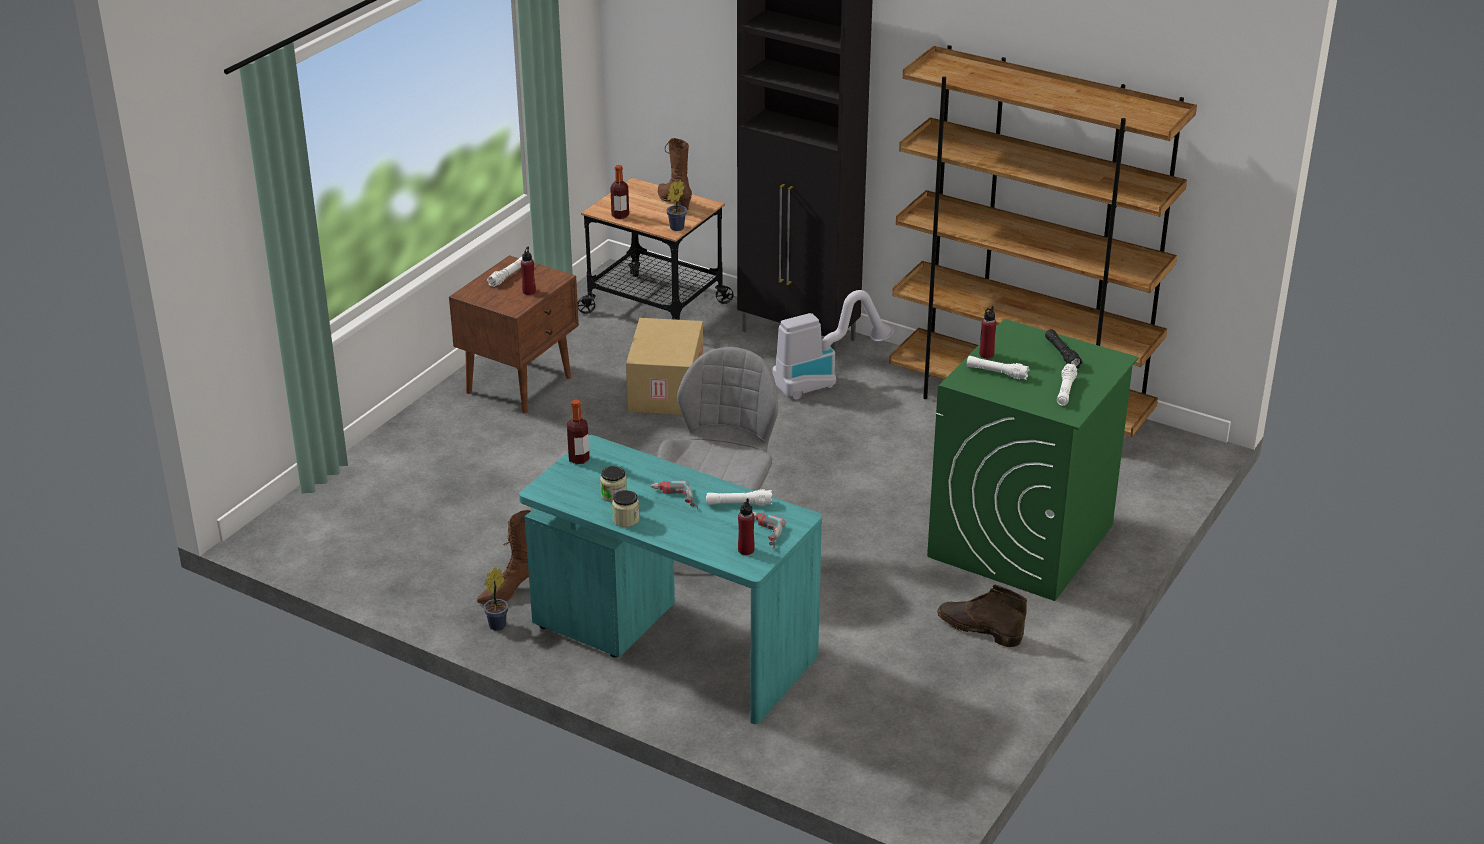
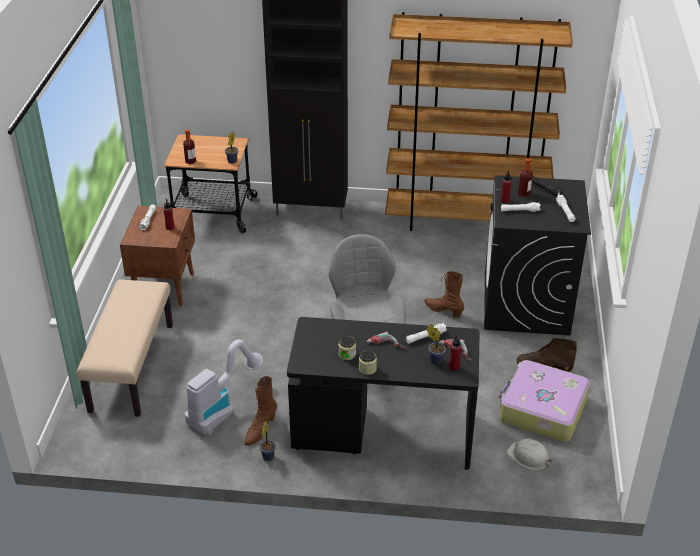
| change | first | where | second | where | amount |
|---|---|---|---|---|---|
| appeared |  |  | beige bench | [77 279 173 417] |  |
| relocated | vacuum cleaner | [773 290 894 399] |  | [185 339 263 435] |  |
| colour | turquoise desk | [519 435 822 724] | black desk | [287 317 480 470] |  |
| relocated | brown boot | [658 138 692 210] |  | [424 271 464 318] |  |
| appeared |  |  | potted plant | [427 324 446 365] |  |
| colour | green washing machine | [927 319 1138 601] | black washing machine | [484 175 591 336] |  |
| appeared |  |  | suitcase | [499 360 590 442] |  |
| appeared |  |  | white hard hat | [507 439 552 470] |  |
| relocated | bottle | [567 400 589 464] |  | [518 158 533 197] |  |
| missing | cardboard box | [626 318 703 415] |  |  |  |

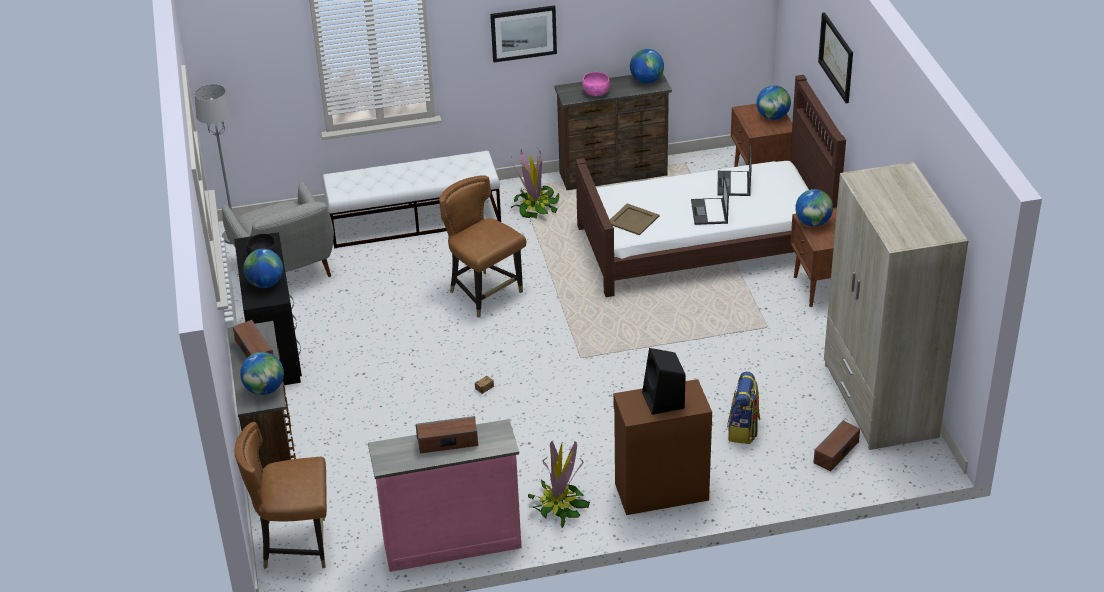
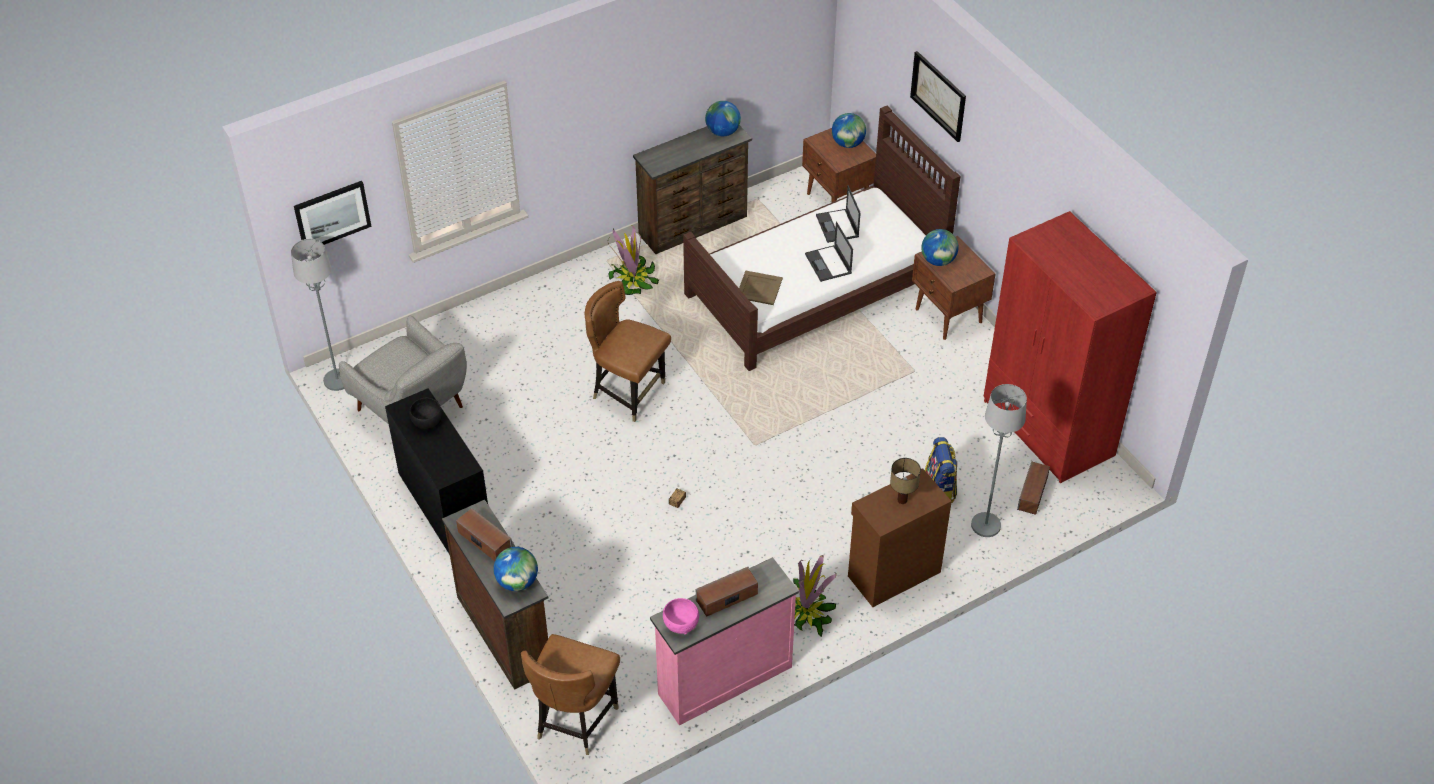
| change | first | where | second | where | amount |
|---|---|---|---|---|---|
| relocated | picture | [490 5 557 63] |  | [294 181 372 245] |  |
| spun | brown chair | [235 422 327 569] |  | [521 634 620 755] | 45 degrees counterclockwise |
| relocated | pink bowl | [582 72 610 96] |  | [663 598 699 634] |  |
| exchanged | black speaker | [642 348 686 415] | table lamp | [890 458 921 504] |  |
| appeared |  |  | grey floor lamp | [971 384 1027 537] |  |
| colour | beige wardrobe | [824 162 968 450] | red wardrobe | [983 211 1157 483] |  |
| missing | globe | [243 249 283 288] |  |  |  |
| missing | white bench | [322 151 501 249] |  |  |  |

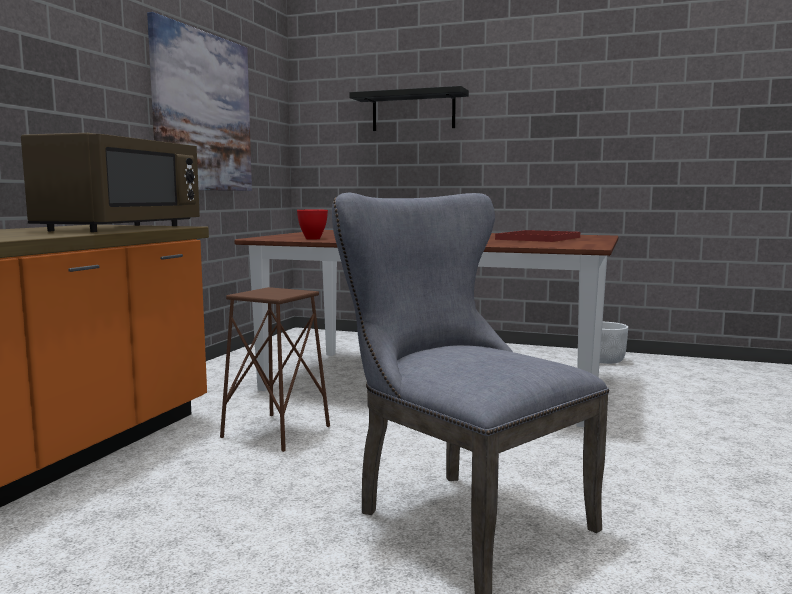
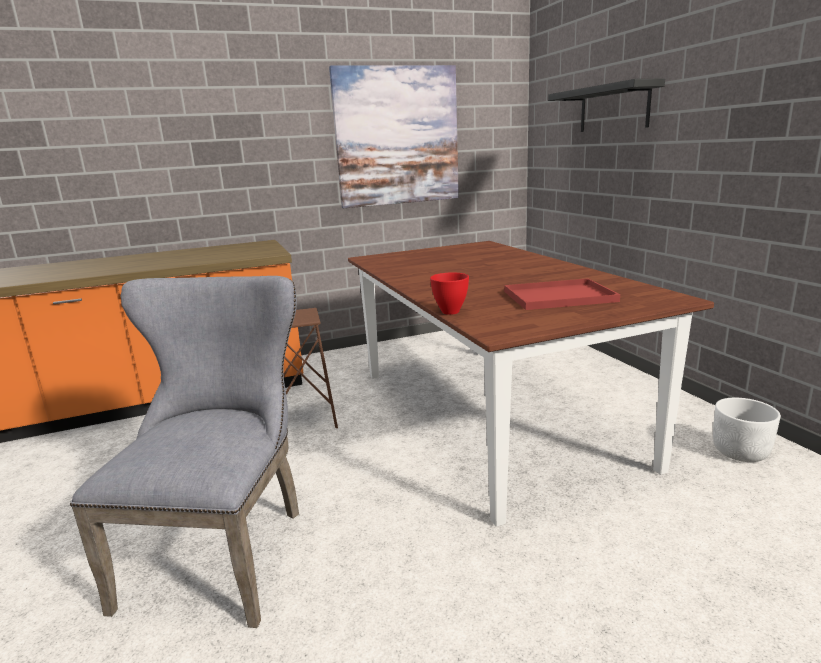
| change | first | where | second | where | amount |
|---|---|---|---|---|---|
| relocated | red bowl | [297 210 328 240] |  | [430 272 469 315] |  |
| missing | brown microwave | [21 133 200 232] |  |  |  |

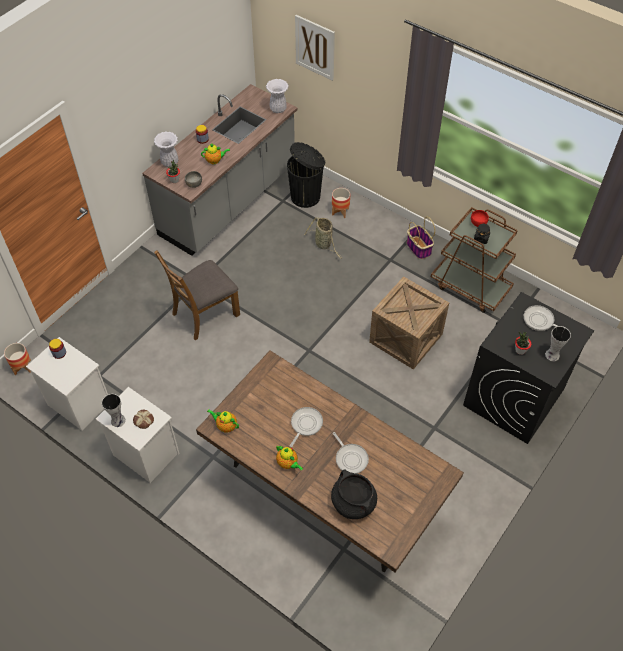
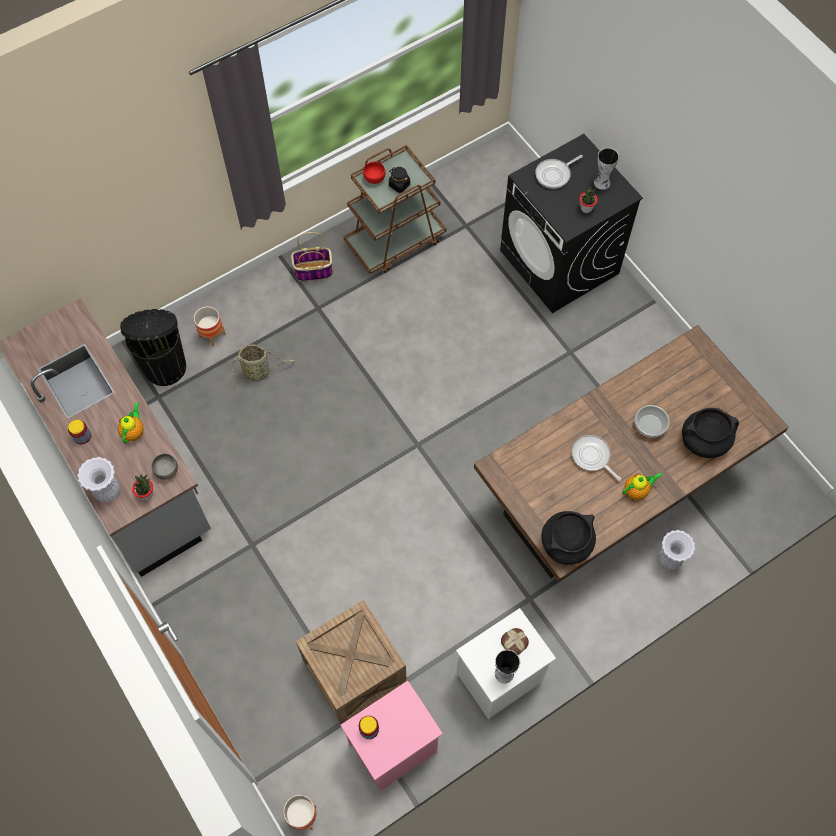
| change | first | where | second | where | amount |
|---|---|---|---|---|---|
| relocated | crate | [369 277 449 369] |  | [296 600 407 724] |  |
| colour | white nightstand | [26 337 108 431] | pink nightstand | [341 680 443 791] |  |
| exchanged | teapot | [207 409 239 432] | black cooking pot | [542 511 596 565] |  |
| exchanged | frying pan | [332 432 369 474] | bowl | [635 405 670 438] |  |
| relocated | white vase | [266 79 289 113] |  | [658 530 695 570] |  |
| missing | brown chair | [154 250 240 340] |  |  |  |
| missing | picture | [295 15 335 81] |  |  |  |

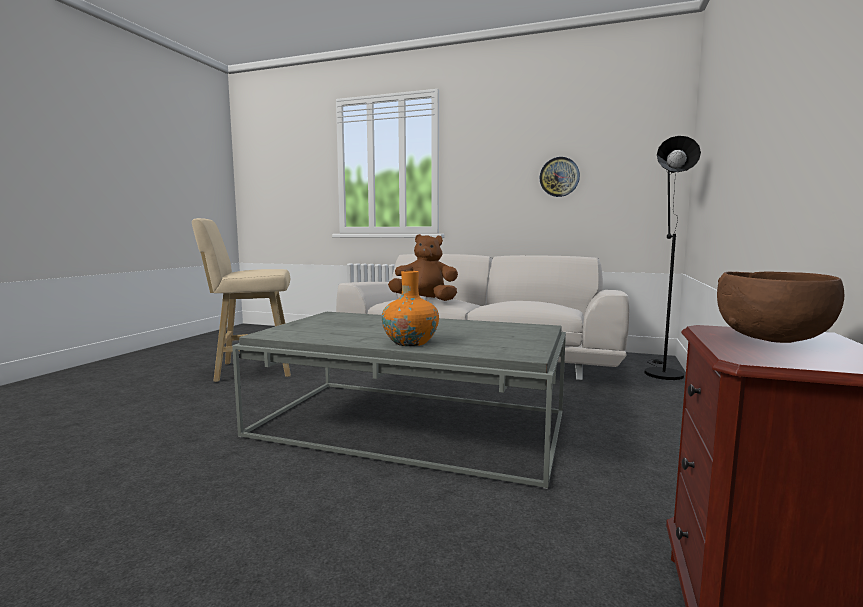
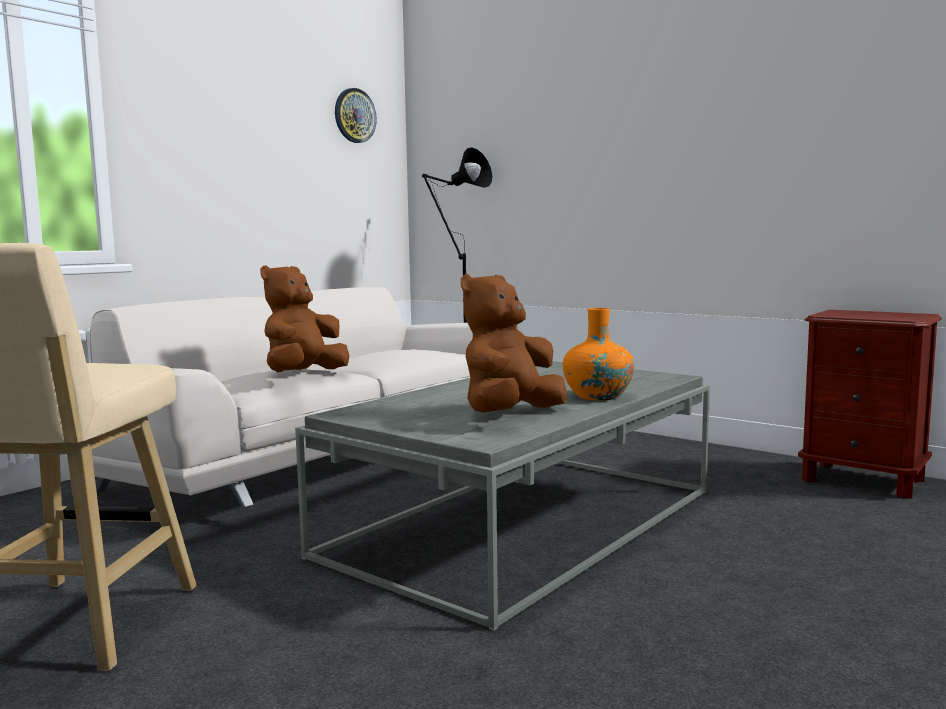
| change | first | where | second | where | amount |
|---|---|---|---|---|---|
| relocated | wall clock | [540 157 580 197] |  | [335 88 377 143] |  |
| appeared |  |  | brown plush toy | [461 274 567 413] |  |
| missing | brown bowl | [717 271 844 343] |  |  |  |

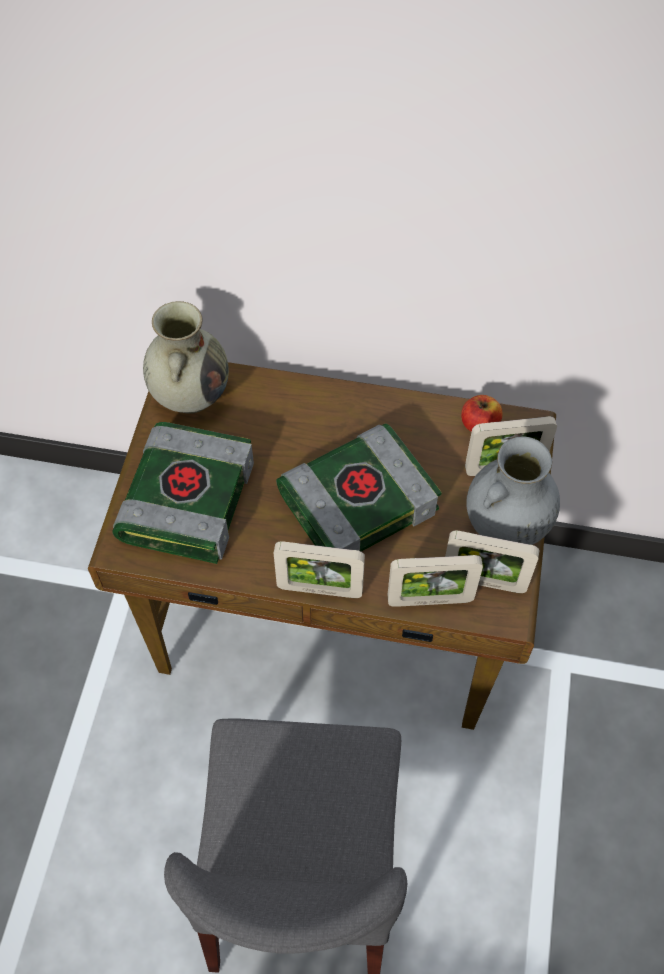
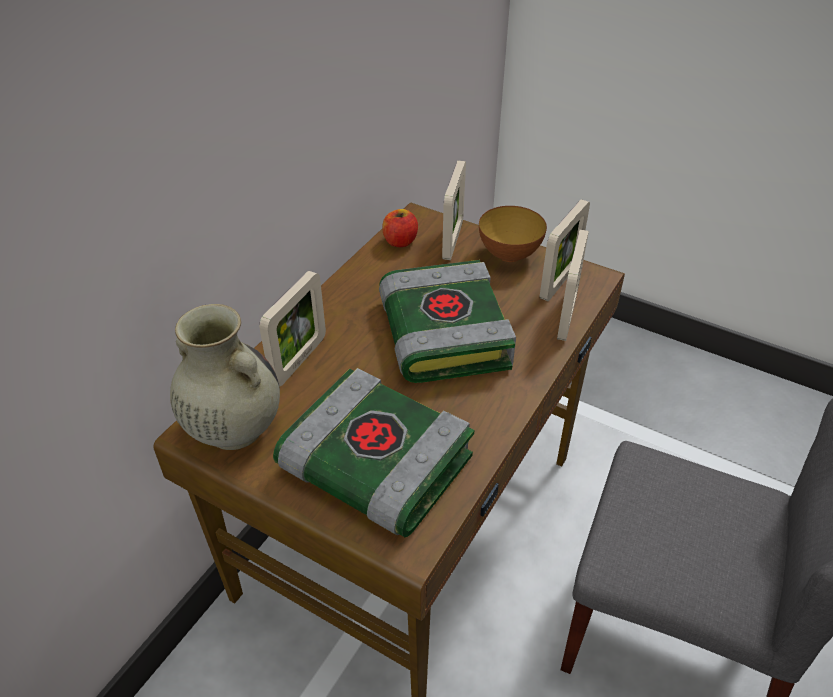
| change | first | where | second | where | amount |
|---|---|---|---|---|---|
| relocated | picture frame | [274 541 365 598] |  | [259 271 326 386] |  |
| exchanged | grey vase | [466 437 560 545] | bowl | [479 206 547 262] |  |

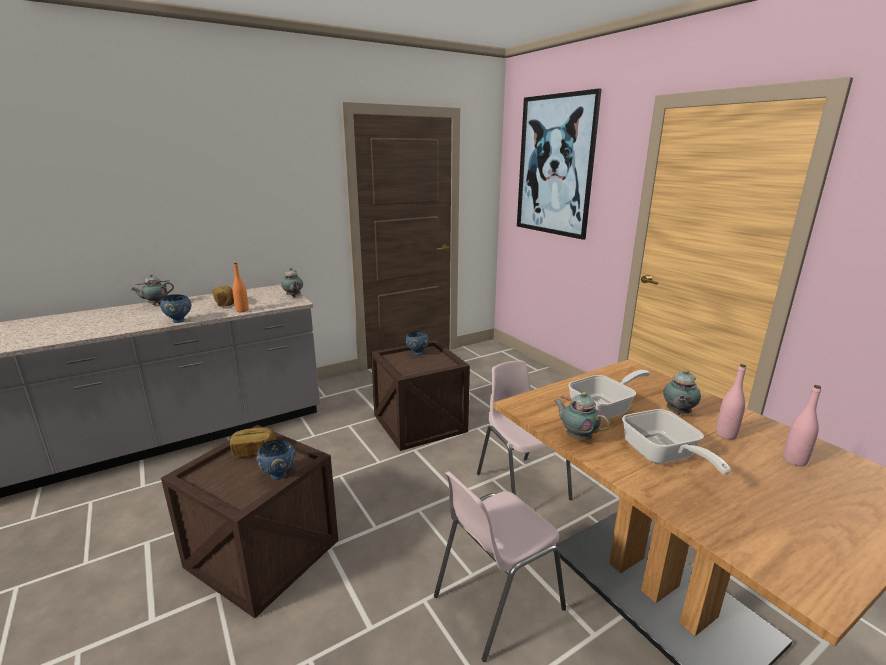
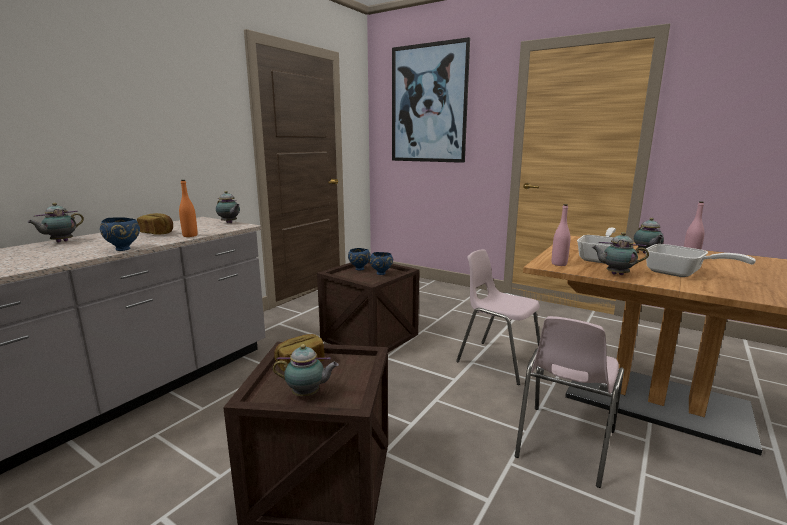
| change | first | where | second | where | amount |
|---|---|---|---|---|---|
| appeared |  |  | teapot | [273 344 339 397] |  |
| relocated | blue bowl | [256 440 296 480] |  | [370 252 393 275] |  |
| relocated | pink bottle | [783 385 821 467] |  | [552 204 570 266] |  |

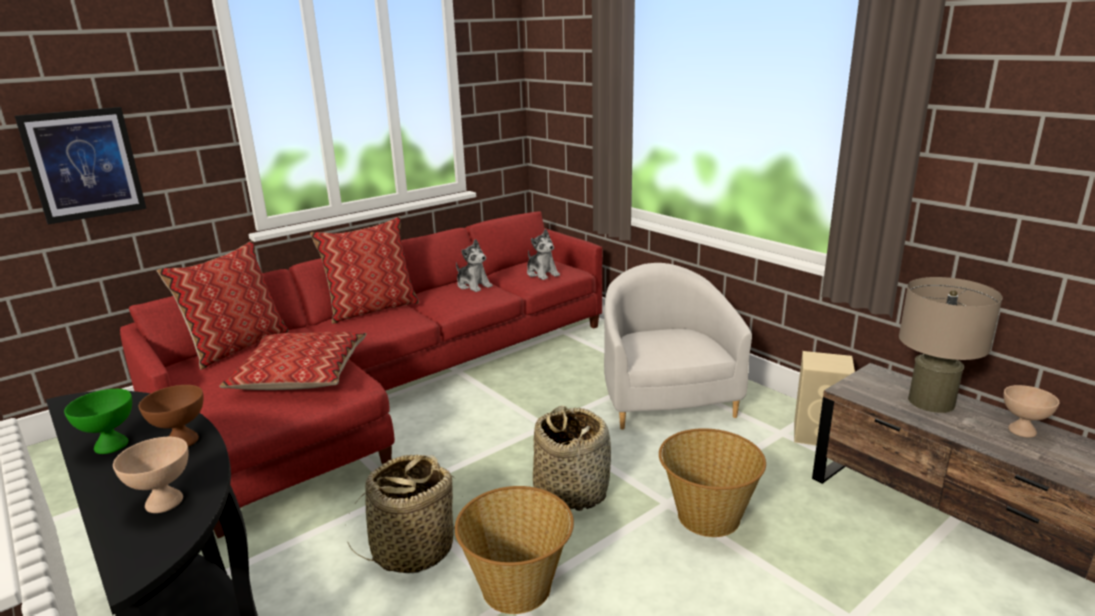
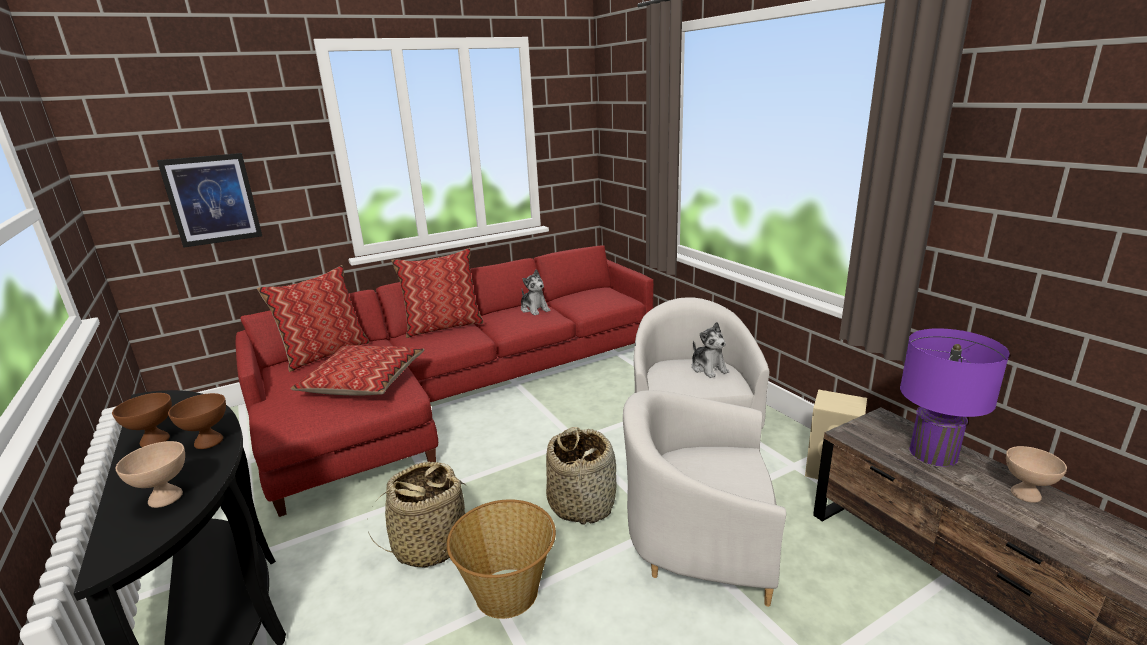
| change | first | where | second | where | amount |
|---|---|---|---|---|---|
| colour | green bowl | [64 389 132 454] | brown bowl | [112 393 172 447] |  |
| exchanged | basket | [659 428 766 537] | white armchair | [623 390 786 607] |  |
| relocated | plush toy | [527 229 560 280] |  | [692 322 729 378] |  |
| colour | beige table lamp | [899 277 1003 413] | purple table lamp | [900 328 1009 467] |  |

